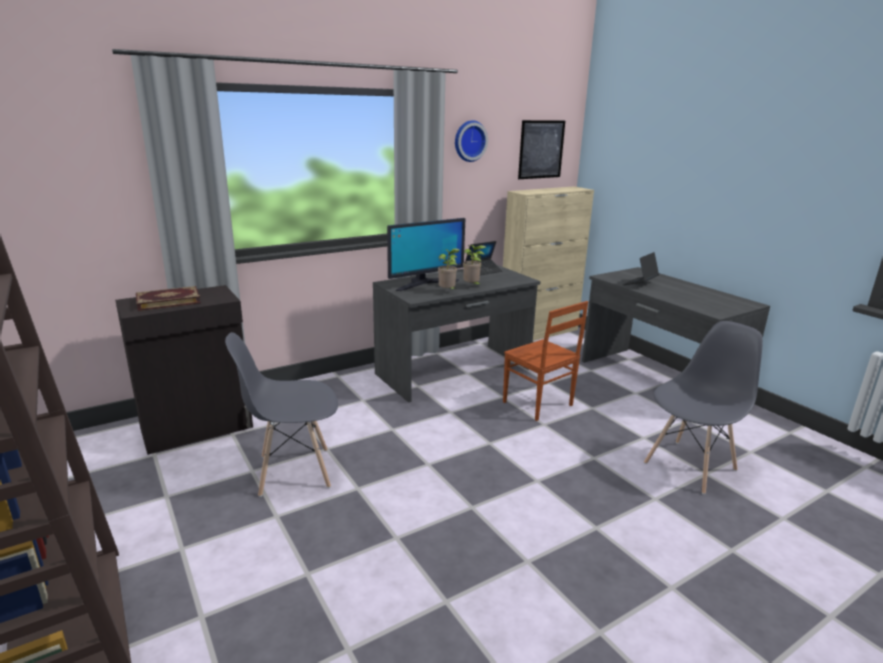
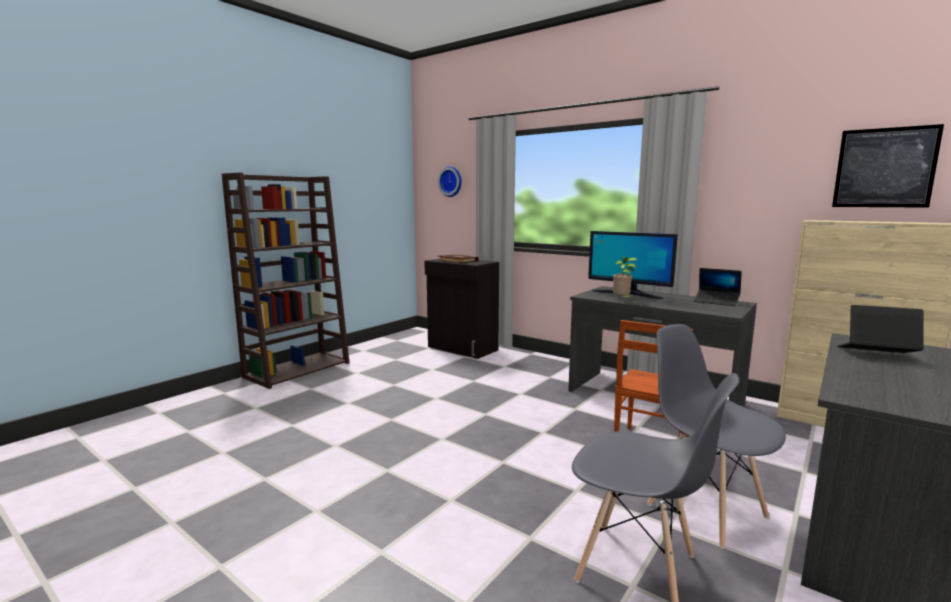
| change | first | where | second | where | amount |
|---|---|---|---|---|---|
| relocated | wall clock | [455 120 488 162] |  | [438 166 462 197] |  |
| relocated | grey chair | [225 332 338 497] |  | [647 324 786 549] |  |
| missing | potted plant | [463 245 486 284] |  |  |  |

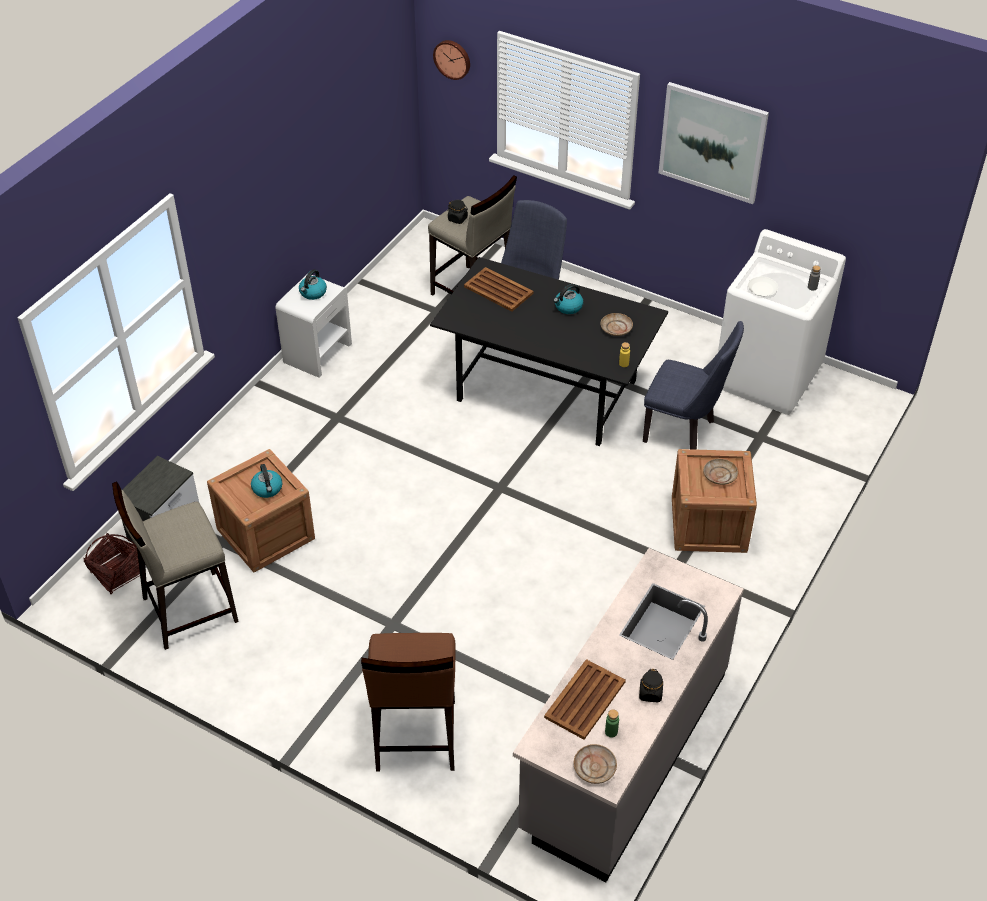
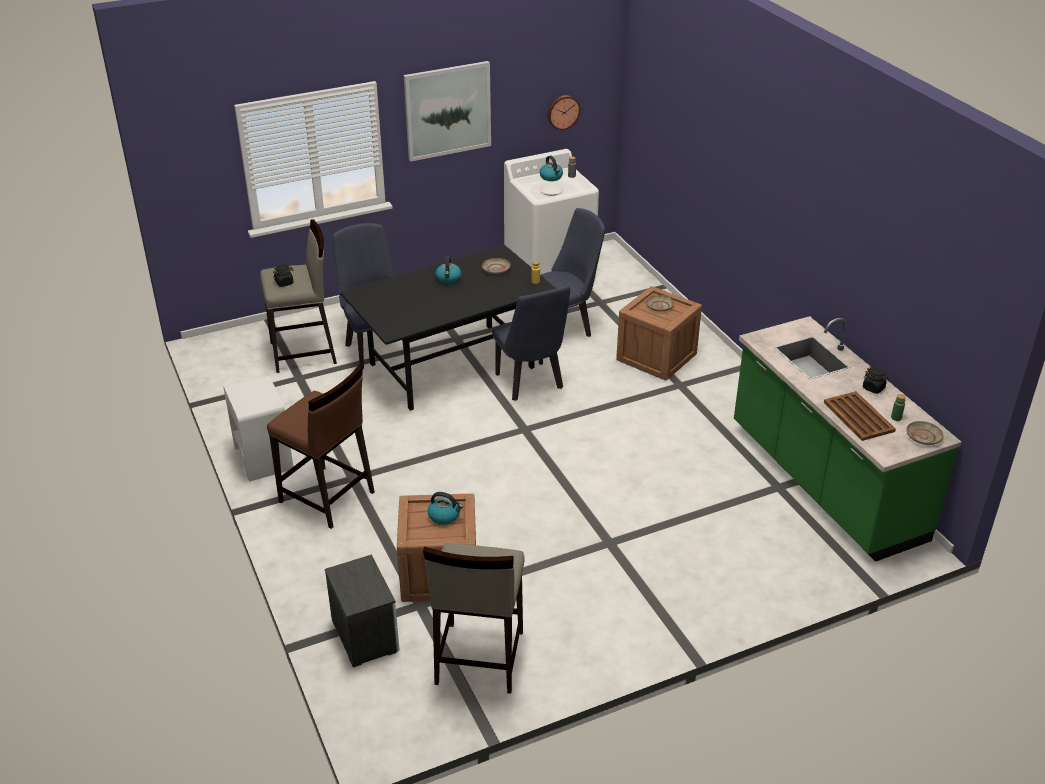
| change | first | where | second | where | amount |
|---|---|---|---|---|---|
| relocated | brown stool | [361 633 456 772] |  | [267 364 375 529] |  |
| appeared |  |  | blue chair | [492 286 570 401] |  |
| relocated | kettle | [299 269 327 300] |  | [540 156 563 181] |  |
| relocated | wall clock | [433 40 470 80] |  | [547 95 581 130] |  |
| colour | grey counter | [513 548 744 882] | green counter | [734 316 962 562] |  |
| missing | basket | [83 533 140 594] |  |  |  |
| missing | brown tray | [464 267 533 312] |  |  |  |

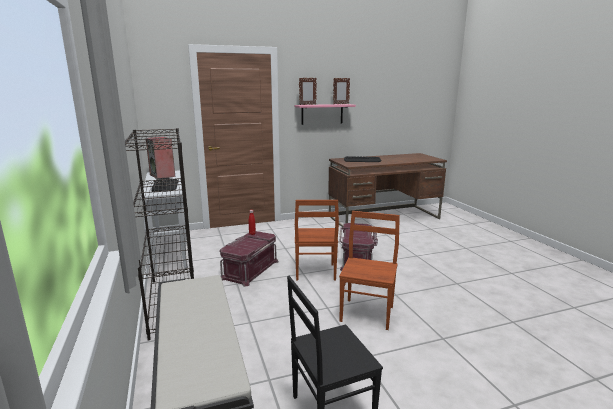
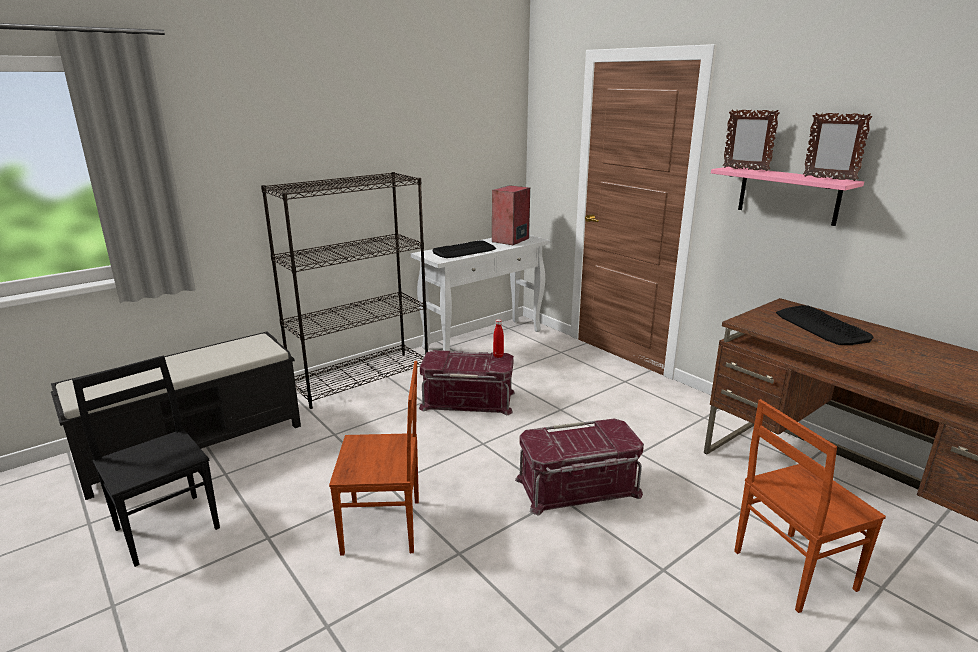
| change | first | where | second | where | amount |
|---|---|---|---|---|---|
| relocated | brown chair | [295 200 339 281] |  | [734 399 886 613] |  |

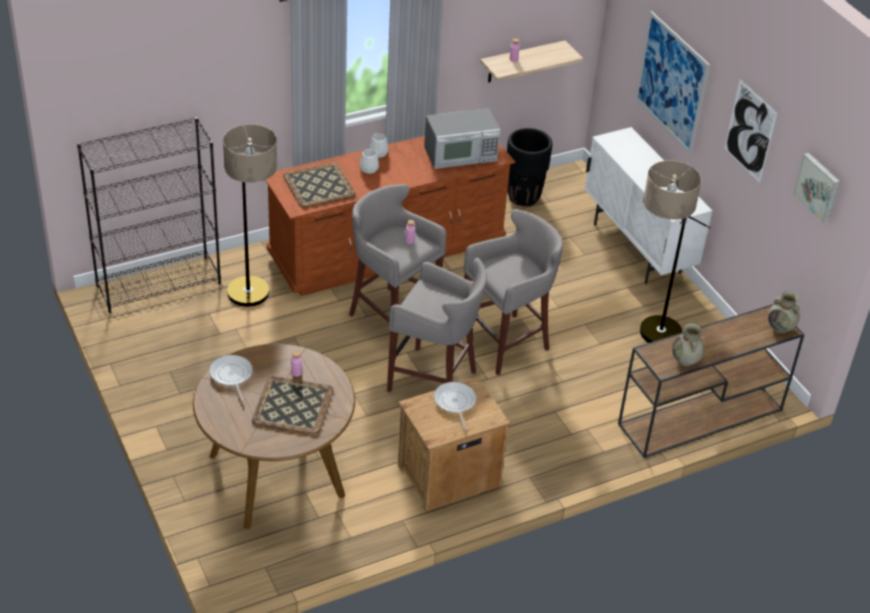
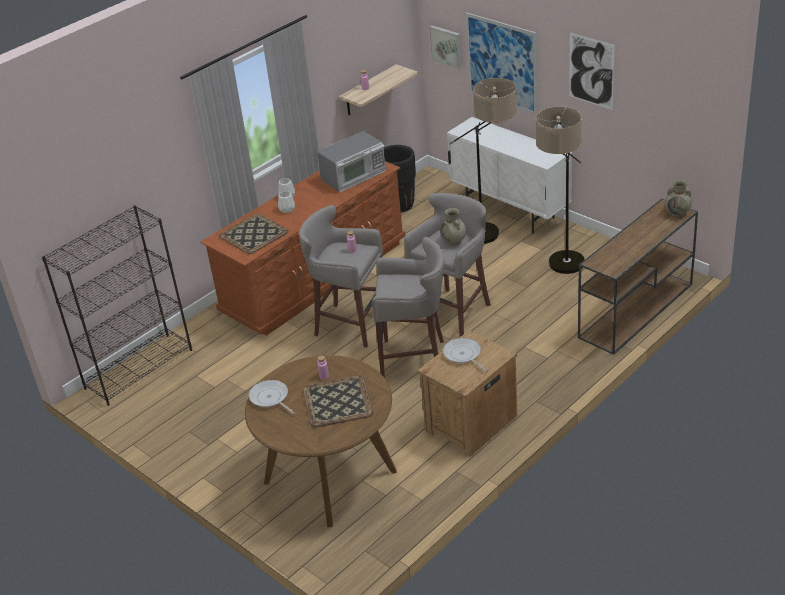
| change | first | where | second | where | amount |
|---|---|---|---|---|---|
| relocated | picture | [793 153 840 224] |  | [429 25 462 69] |  |
| relocated | beige vase | [672 323 704 366] |  | [440 208 466 245] |  |
| relocated | floor lamp | [223 124 277 307] |  | [449 78 517 244] |  |

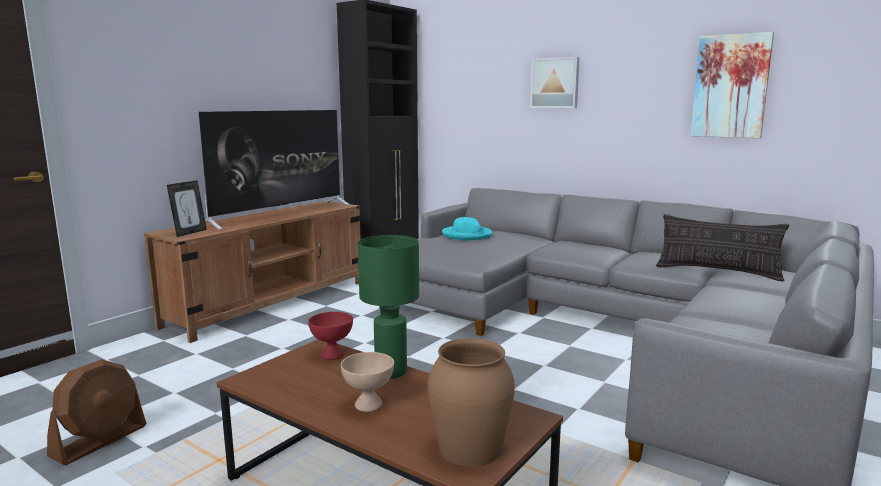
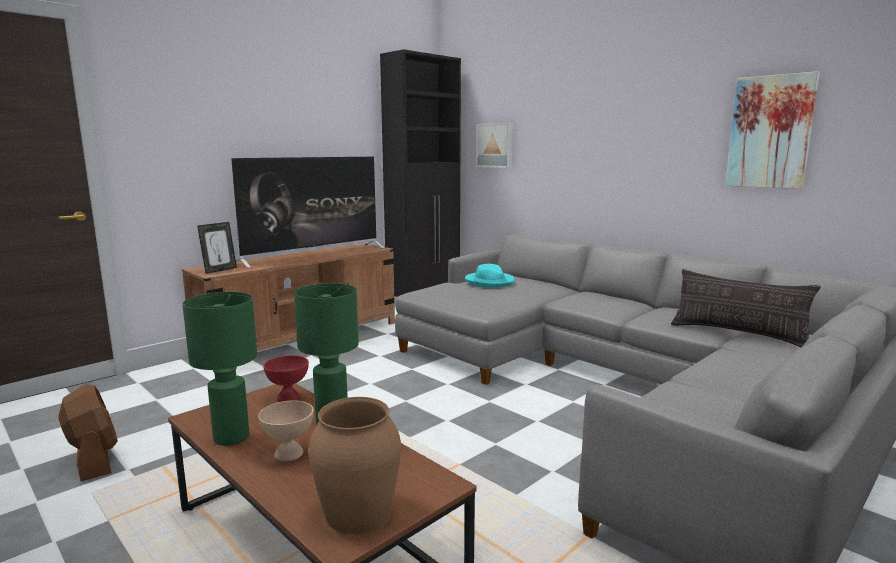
| change | first | where | second | where | amount |
|---|---|---|---|---|---|
| spun | brown fan | [47 359 146 465] |  | [59 384 118 481] | 75 degrees counterclockwise |
| appeared |  |  | green table lamp | [182 292 257 446] |  |
| relocated | picture | [530 57 580 108] |  | [476 123 513 168] |  |

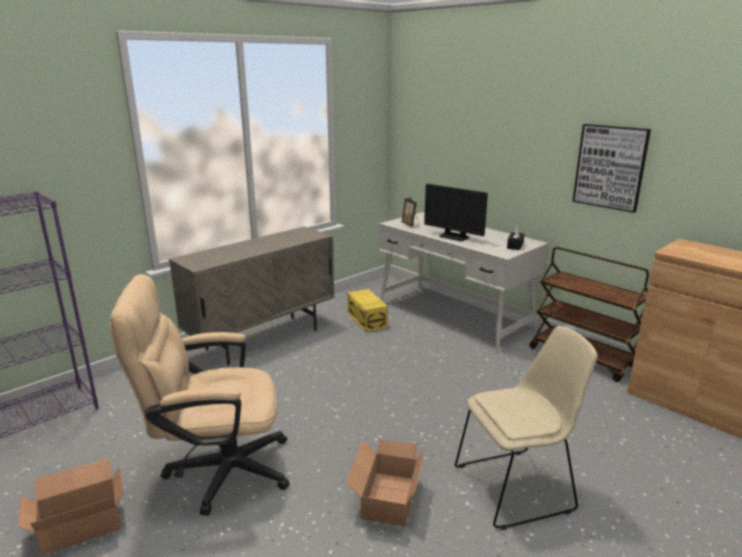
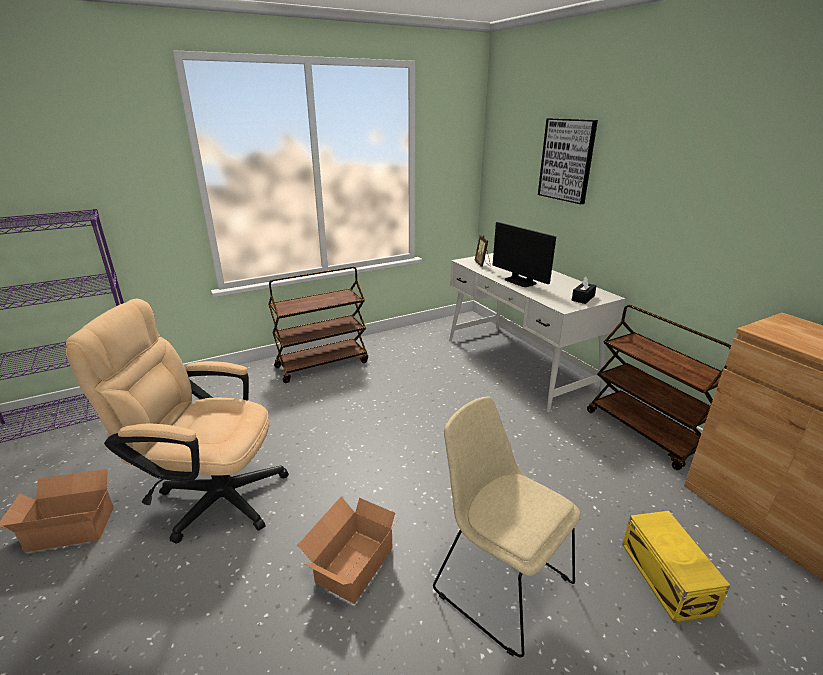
| change | first | where | second | where | amount |
|---|---|---|---|---|---|
| exchanged | beige cabinet | [169 226 335 366] | brown cart | [268 266 368 383] |  |
| spun | beige chair | [455 326 597 530] |  | [433 396 580 657] | 135 degrees counterclockwise |
| relocated | picture | [572 124 651 213] |  | [538 118 598 204] |  |
| relocated | yellow storage box | [348 289 388 332] |  | [622 511 730 623] |  |

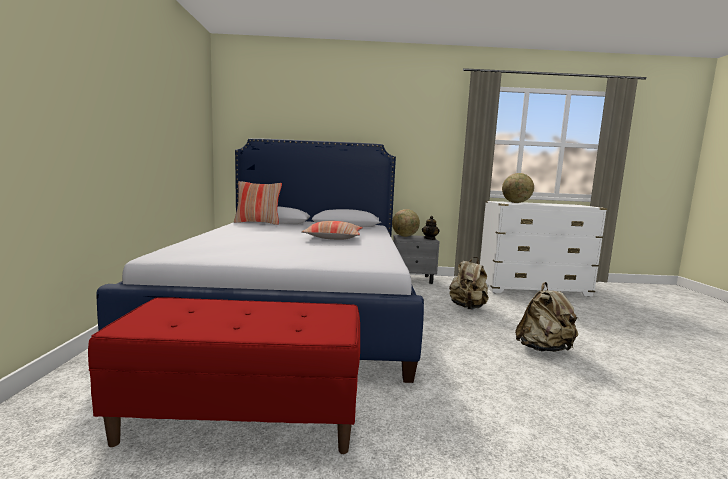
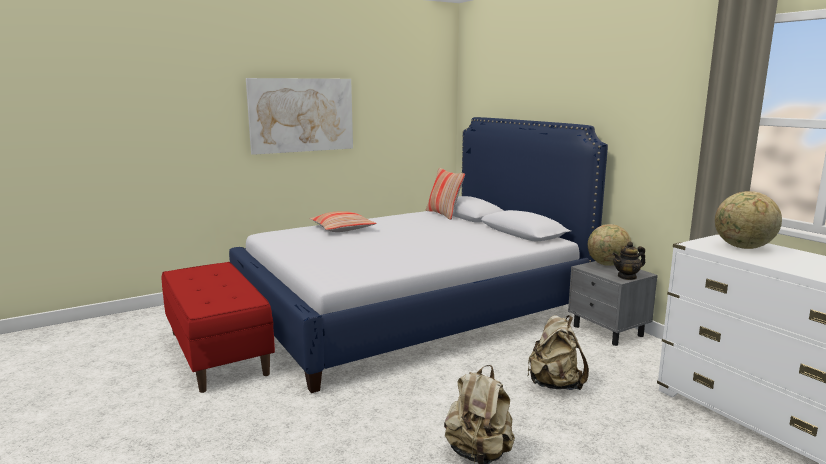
| change | first | where | second | where | amount |
|---|---|---|---|---|---|
| appeared |  |  | picture | [246 78 353 155] |  |
| relocated | pillow | [301 221 363 240] |  | [310 211 377 232] |  |

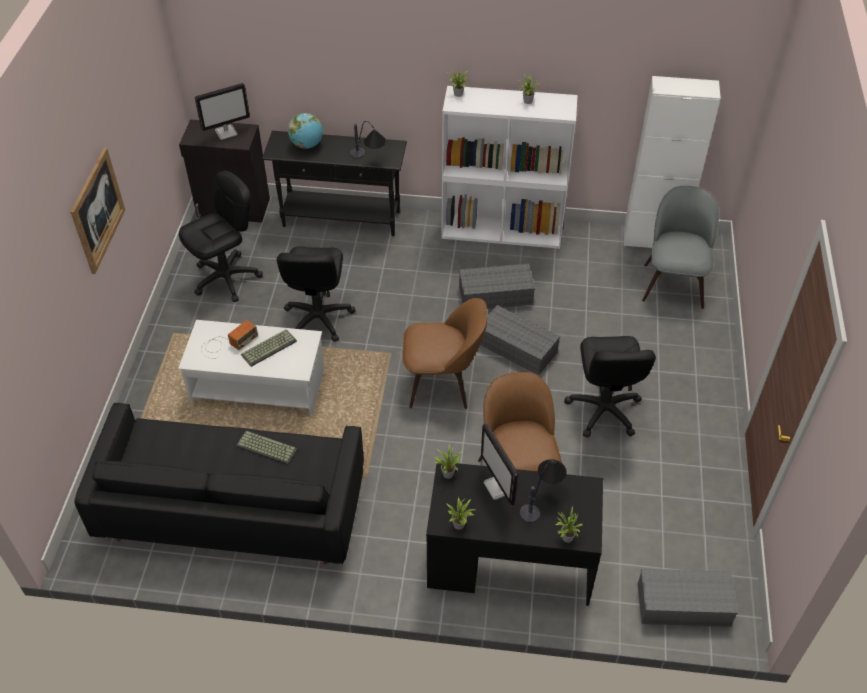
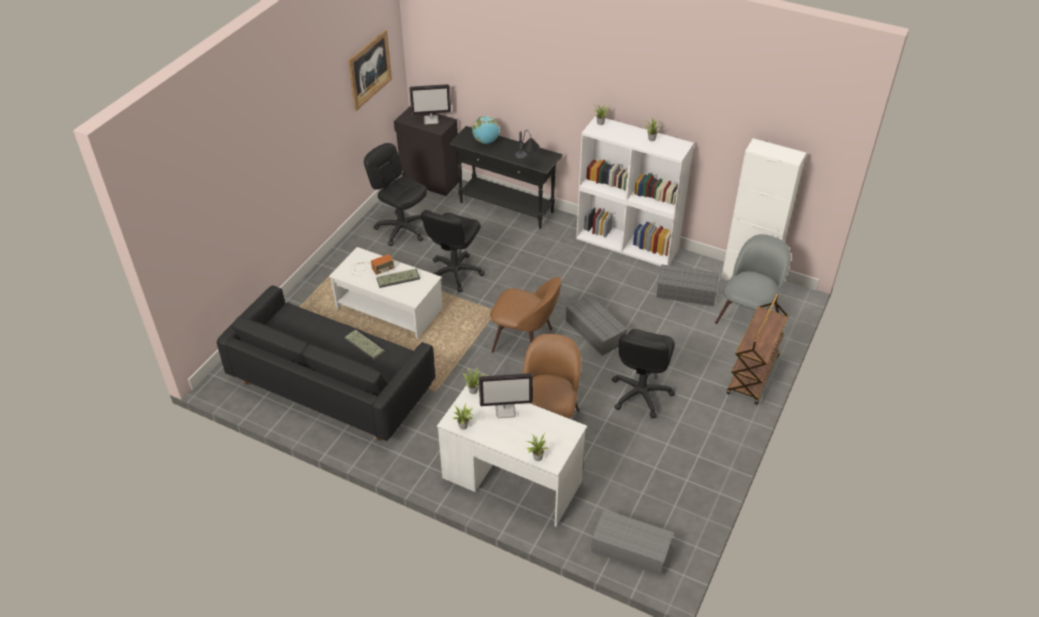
| change | first | where | second | where | amount |
|---|---|---|---|---|---|
| relocated | picture | [70 148 125 274] |  | [348 30 392 111] |  |
| spun | black office chair | [179 171 263 302] |  | [364 143 427 246] | 120 degrees counterclockwise |
| colour | black desk | [426 463 603 606] | white desk | [437 384 587 527] |  |
| spun | monitor | [481 423 519 506] |  | [479 373 533 418] | 90 degrees counterclockwise |
| relocated | grey storage box | [459 263 535 309] |  | [656 264 719 307] |  |
| appeared |  |  | brown cart | [727 294 789 405] |  |
| missing | table lamp | [520 459 567 523] |  |  |  |

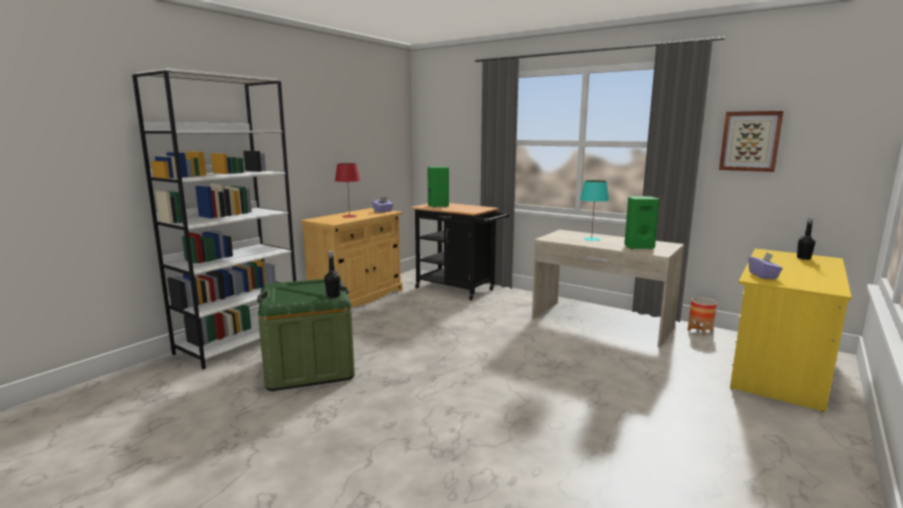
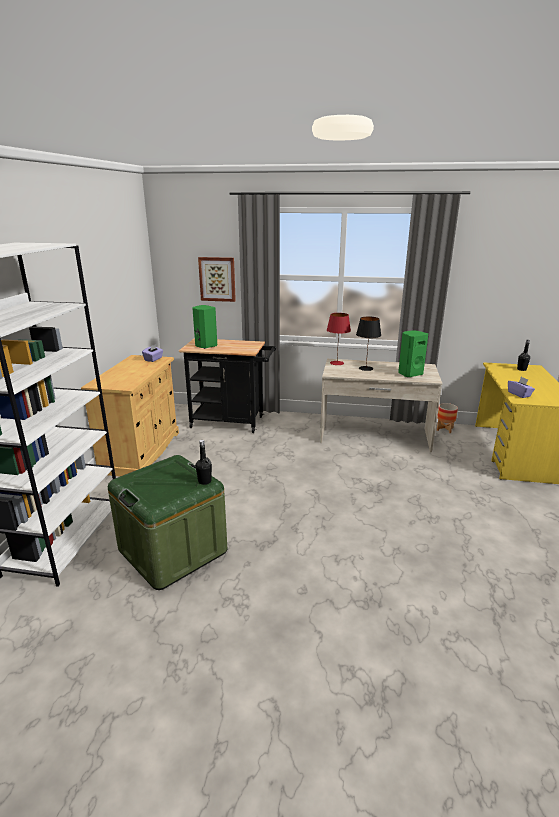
| change | first | where | second | where | amount |
|---|---|---|---|---|---|
| relocated | picture | [719 111 784 172] |  | [198 257 236 302] |  |
| relocated | red table lamp | [335 163 361 218] |  | [327 313 351 365] |  |
| colour | turquoise table lamp | [580 180 609 241] | black table lamp | [356 317 381 371] |  |

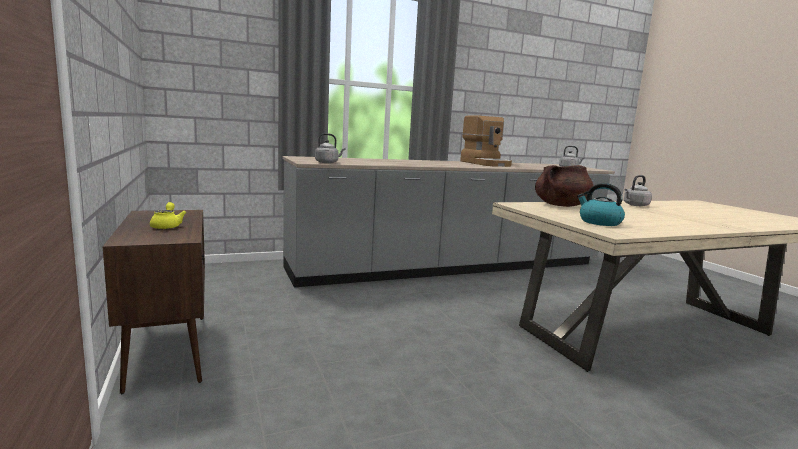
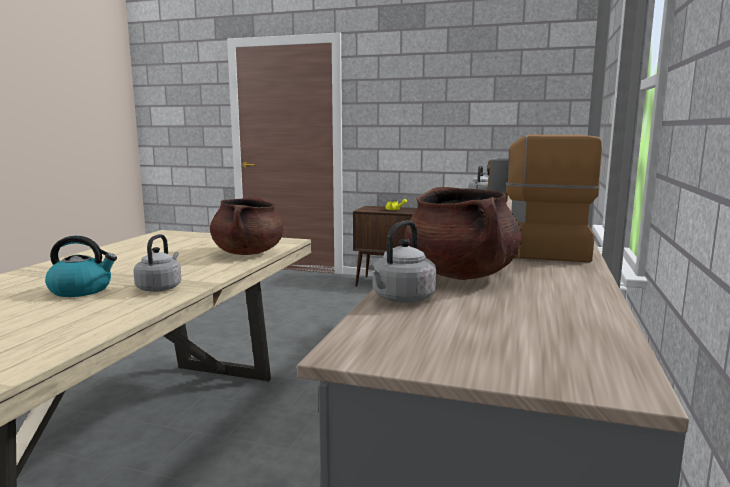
| change | first | where | second | where | amount |
|---|---|---|---|---|---|
| relocated | kettle | [577 183 625 226] |  | [45 236 117 297] |  |
| appeared |  |  | brown cooking pot | [404 187 522 280] |  |

